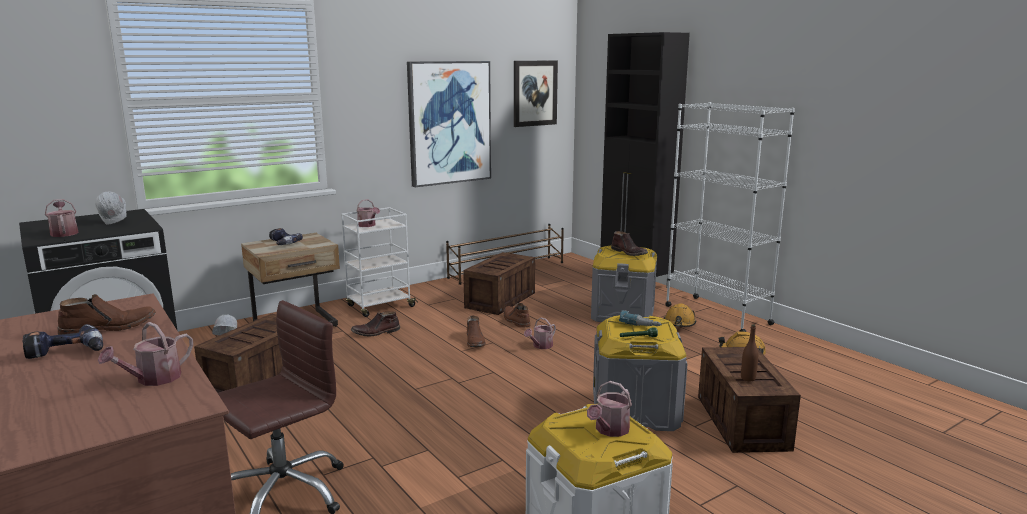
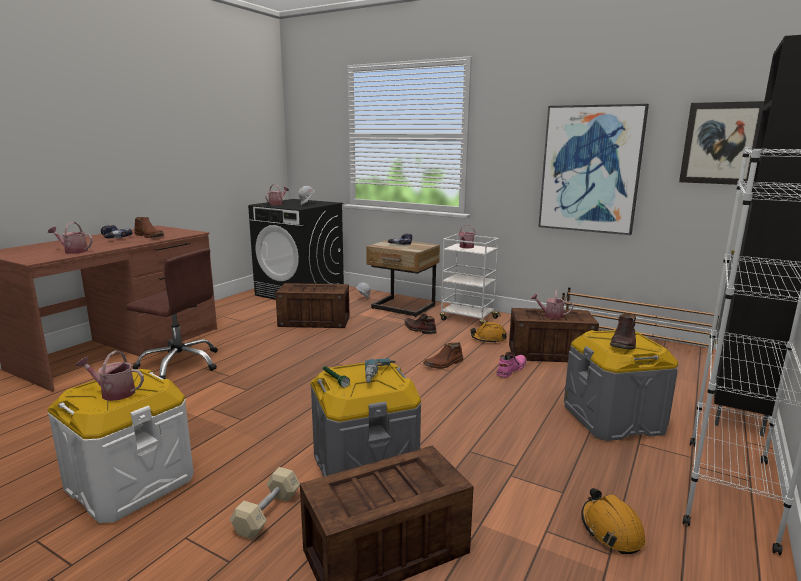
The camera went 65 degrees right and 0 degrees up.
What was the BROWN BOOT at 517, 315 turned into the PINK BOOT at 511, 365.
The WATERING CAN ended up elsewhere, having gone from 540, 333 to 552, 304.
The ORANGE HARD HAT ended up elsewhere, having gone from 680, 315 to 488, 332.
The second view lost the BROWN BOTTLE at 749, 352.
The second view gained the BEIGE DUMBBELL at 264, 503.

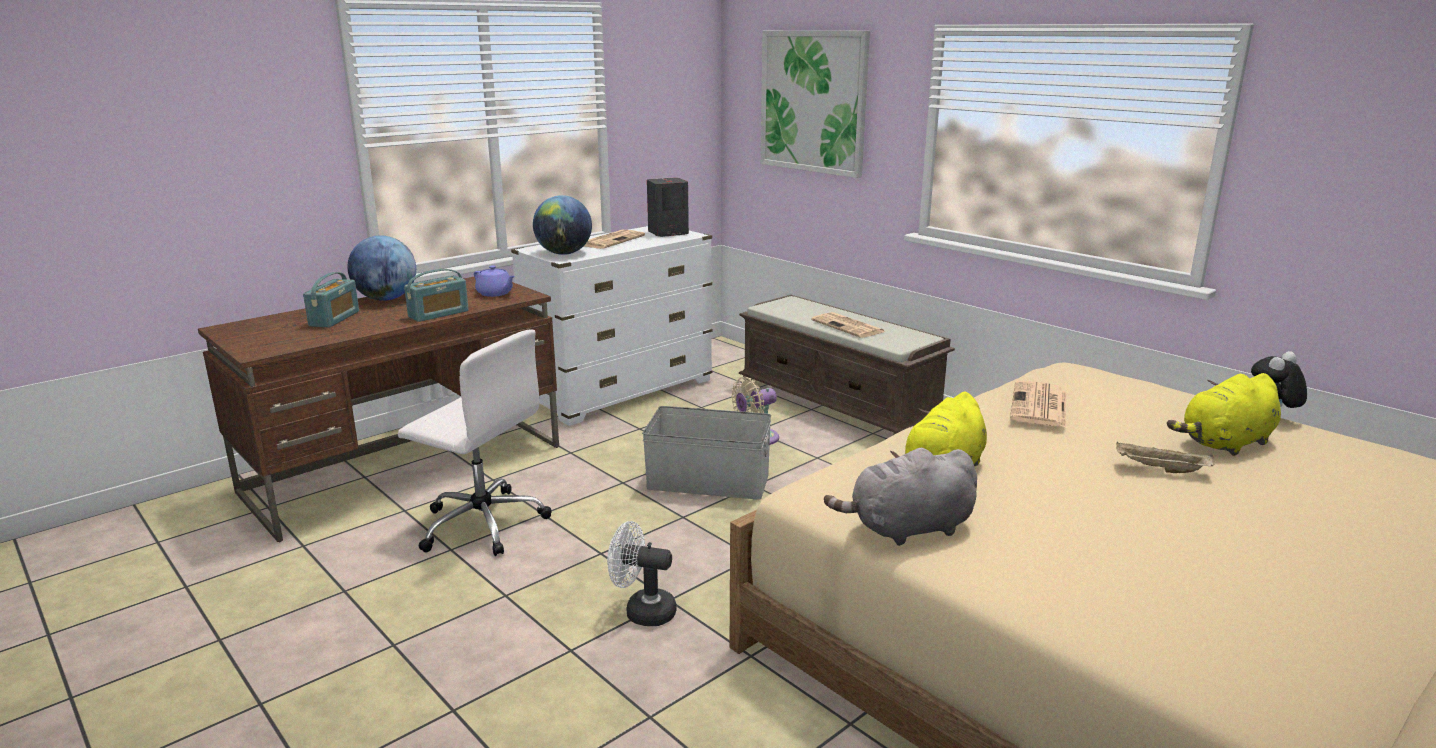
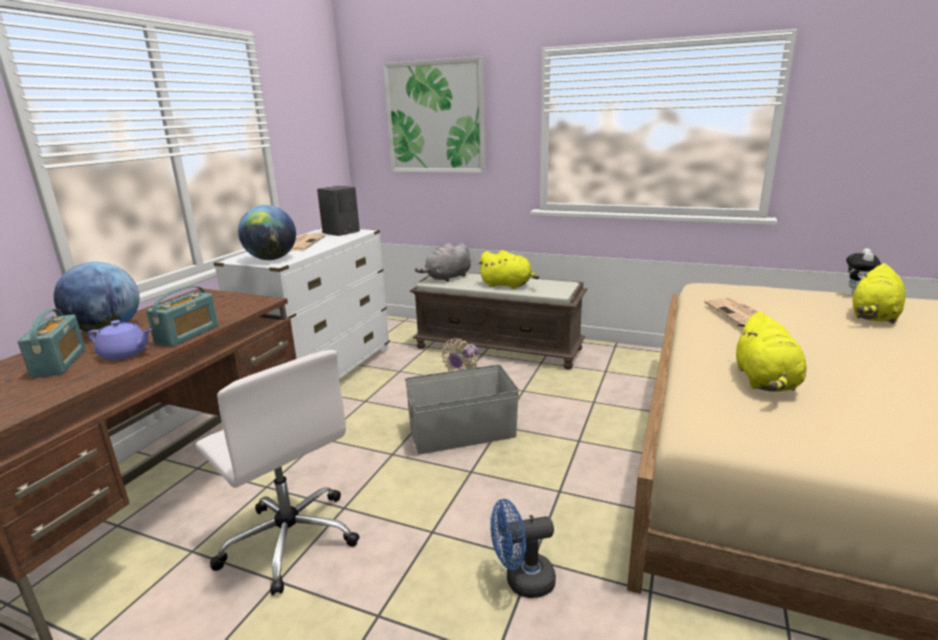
The camera went 25 degrees left and 0 degrees up.
The WHITE OFFICE CHAIR at 475, 443 ended up facing another way, 45 degrees clockwise from before.
The PURPLE TEAPOT ended up elsewhere, having gone from 494, 281 to 120, 340.
What was the WHITE FAN at 642, 573 turned into the BLUE FAN at 523, 548.
Where the NEWSPAPER stood at 848, 325, the YELLOW PLUSH TOY came to stand at 508, 269.
The GREY PLUSH TOY ended up elsewhere, having gone from 900, 496 to 443, 262.
The second view lost the BEIGE TRAY at 1165, 457.

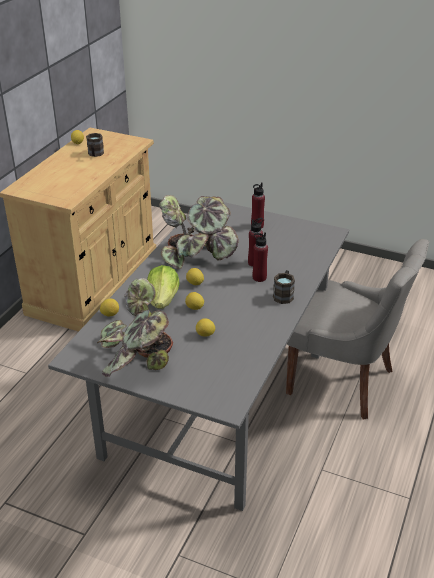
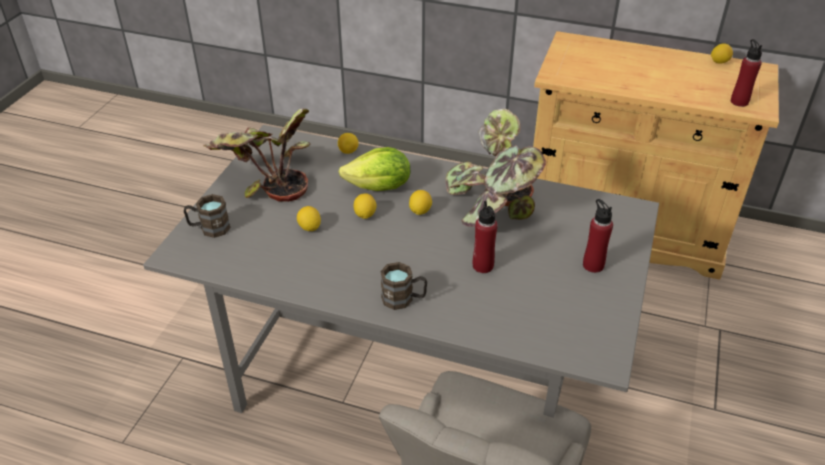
The camera went 85 degrees right and 5 degrees up.
The BROWN MUG ended up elsewhere, having gone from 95, 145 to 207, 216.
The RED BOTTLE ended up elsewhere, having gone from 260, 257 to 746, 73.

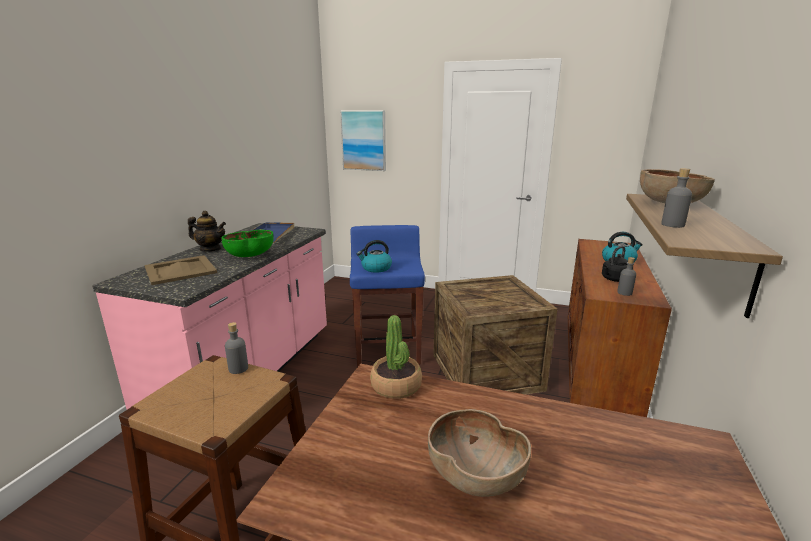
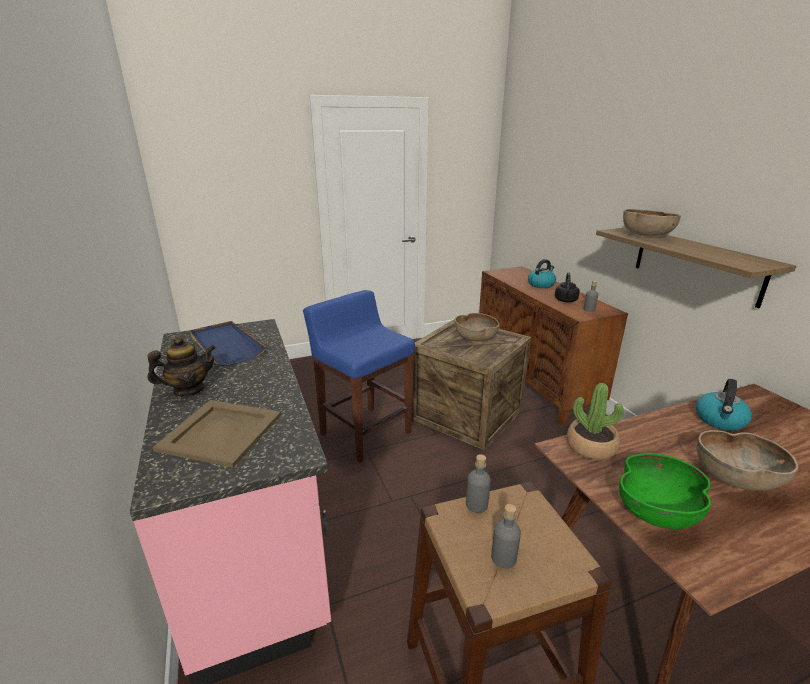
The camera went 40 degrees left and 5 degrees up.
The GREEN BOWL ended up elsewhere, having gone from 247, 243 to 665, 491.
The second view lost the PICTURE at 363, 140.
The KETTLE ended up elsewhere, having gone from 374, 256 to 724, 405.
The GREY BOTTLE ended up elsewhere, having gone from 676, 198 to 506, 536.
The second view gained the BROWN BOWL at 477, 327.

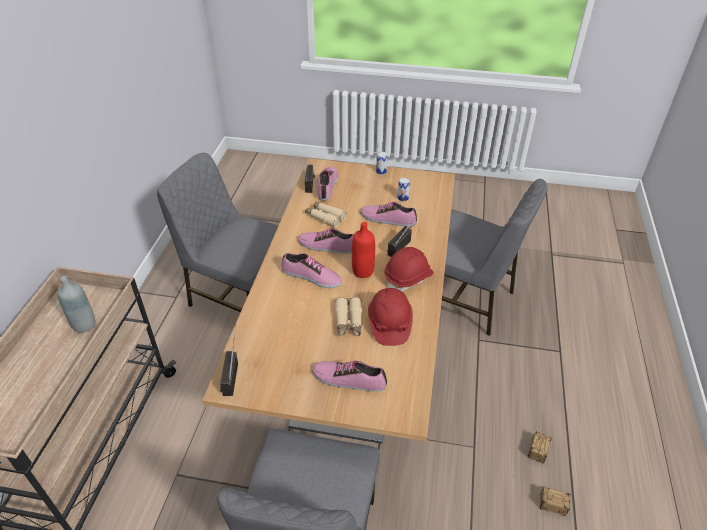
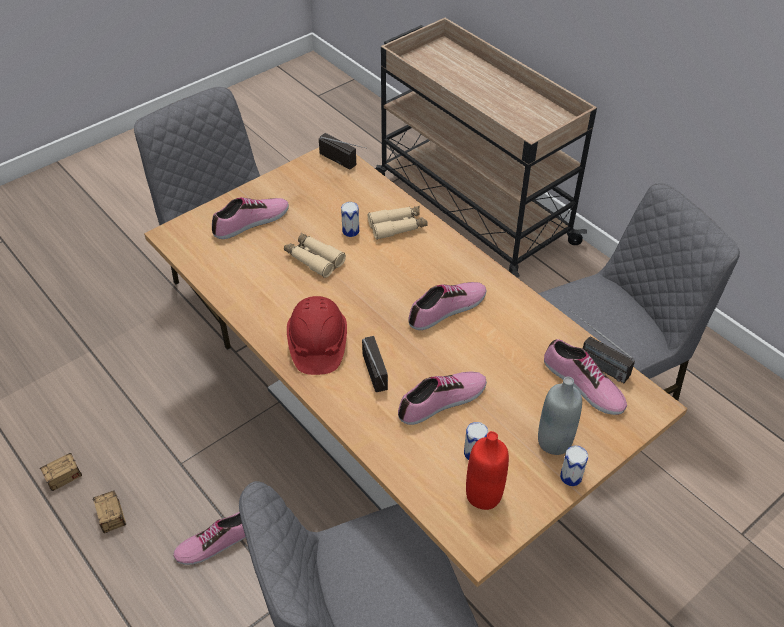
The camera went 130 degrees right and 5 degrees up.
The GREY BOTTLE ended up elsewhere, having gone from 77, 304 to 560, 416.
The SHOE ended up elsewhere, having gone from 311, 270 to 209, 538.
The BEIGE BINOCULARS ended up elsewhere, having gone from 326, 214 to 398, 223.
The RED BOTTLE ended up elsewhere, having gone from 363, 250 to 487, 470.
The second view lost the RED HARD HAT at 390, 317.
The second view gained the CAN at 350, 219.

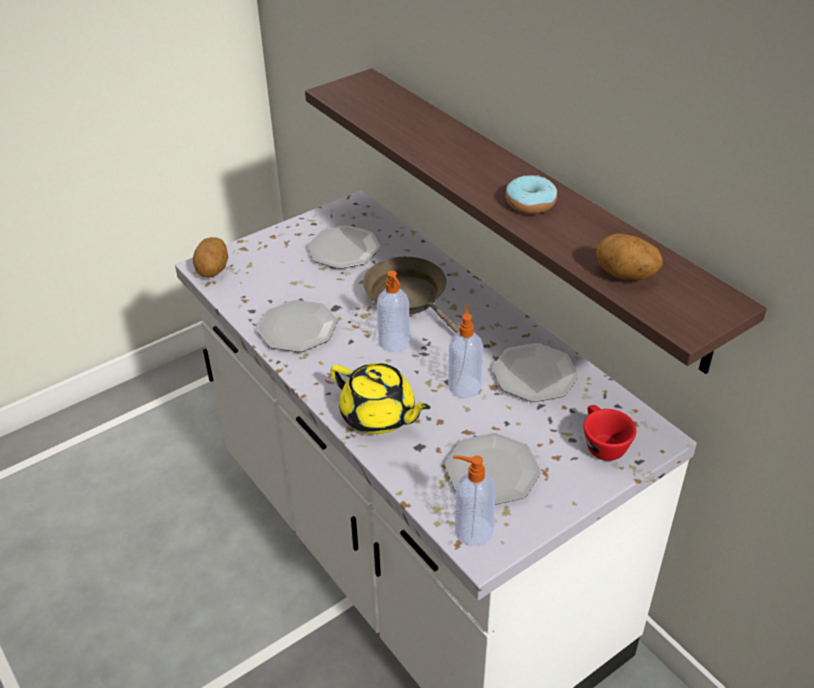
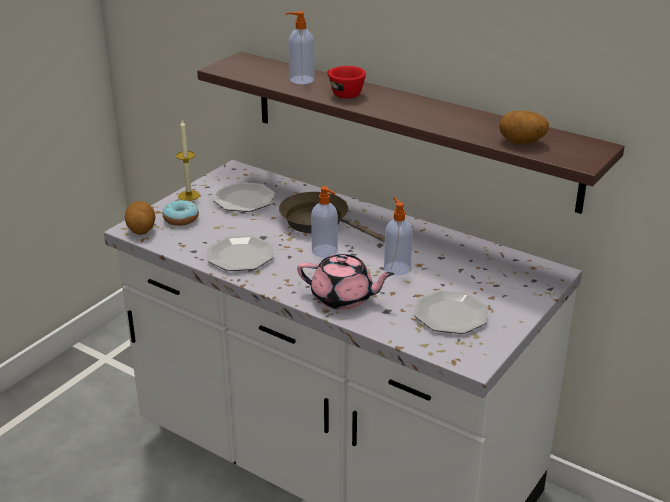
The camera went 20 degrees left and 10 degrees down.
What was the YELLOW TEAPOT at 381, 398 turned into the PINK TEAPOT at 345, 282.
The SOAP DISPENSER ended up elsewhere, having gone from 474, 500 to 299, 47.
The second view lost the PLATE at 535, 372.
The DONUT ended up elsewhere, having gone from 531, 194 to 180, 213.
The RED CUP ended up elsewhere, having gone from 610, 433 to 346, 82.
The second view gained the CANDLE at 188, 160.

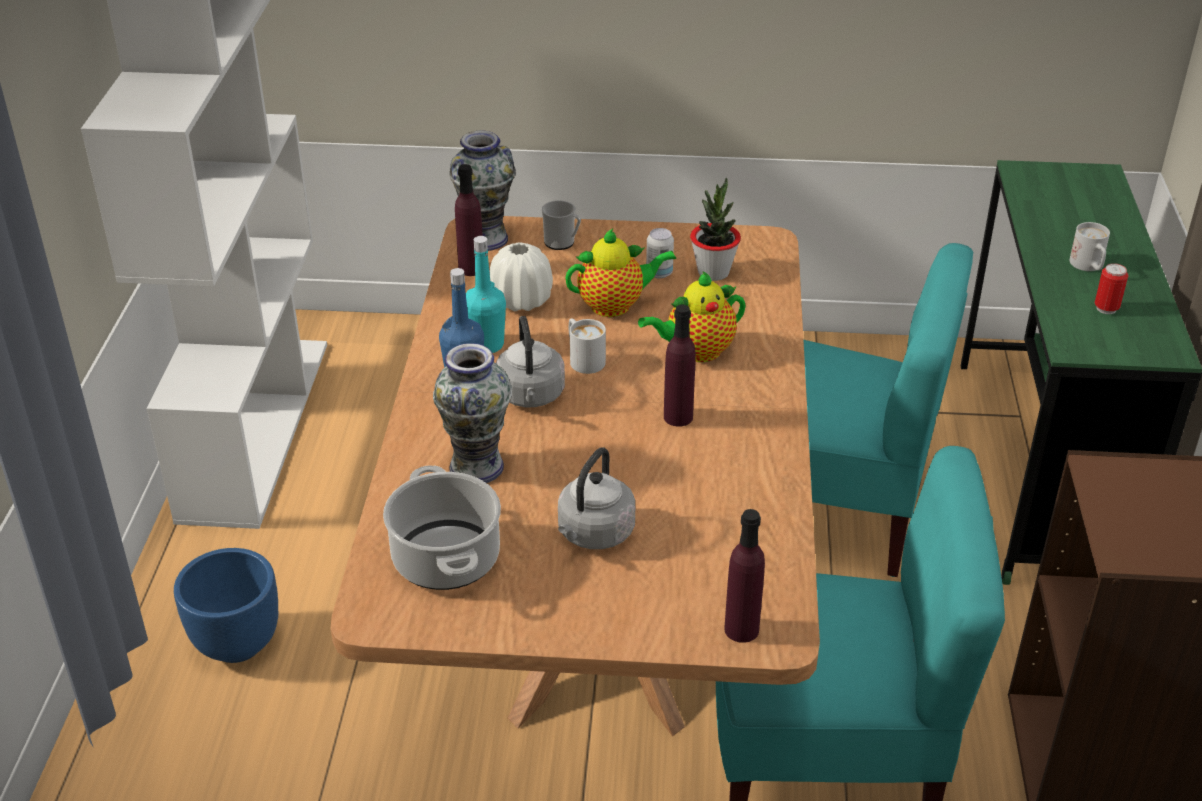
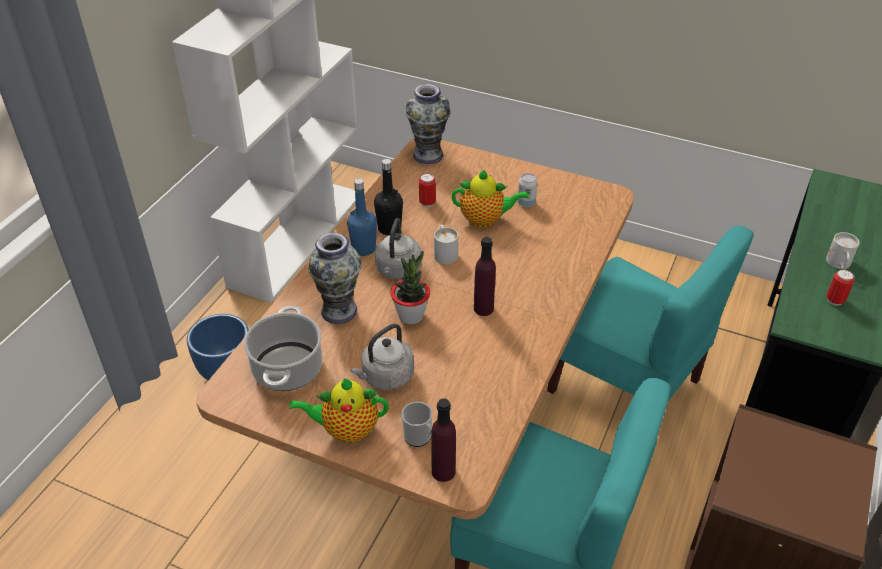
The camera went 20 degrees right and 5 degrees up.
The second view lost the PURPLE BOTTLE at 469, 220.
What was the TURQUOISE BOTTLE at 486, 294 turned into the BLACK BOTTLE at 388, 197.
Where the WHITE VASE stood at 521, 276, the CAN came to stand at 427, 190.
The MUG ended up elsewhere, having gone from 561, 225 to 417, 424.
The TEAPOT ended up elsewhere, having gone from 692, 317 to 339, 410.
The POTTED PLANT ended up elsewhere, having gone from 715, 229 to 410, 287.

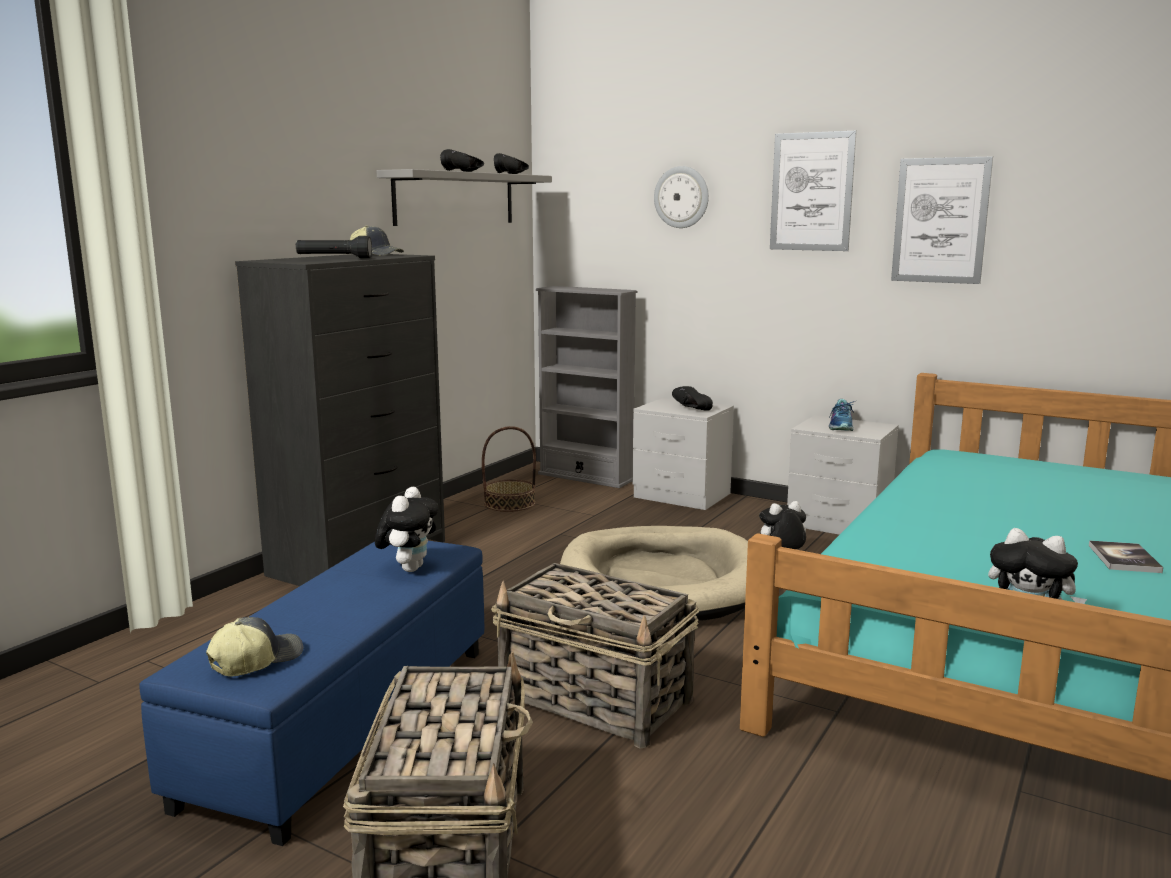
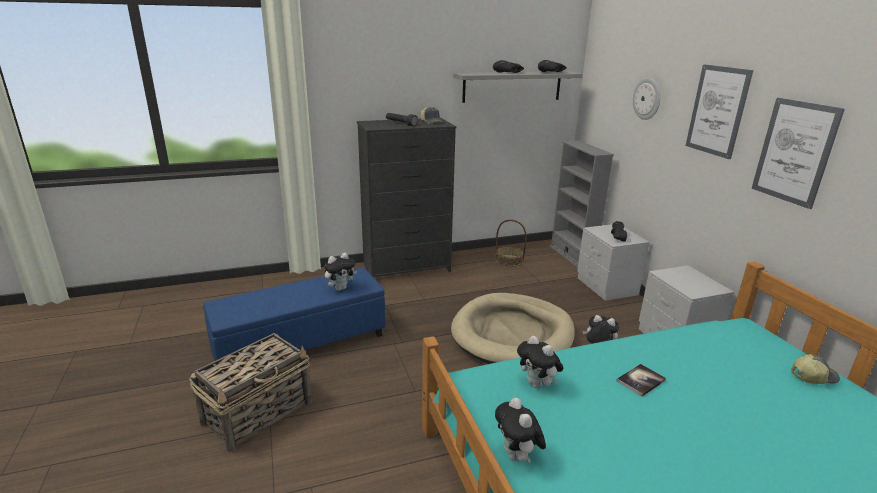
The camera went 40 degrees right and 10 degrees up.
The CAP ended up elsewhere, having gone from 254, 647 to 815, 369.
The second view lost the BASKET at 595, 656.
The second view lost the SHOE at 842, 415.
The BOOK ended up elsewhere, having gone from 1126, 556 to 641, 380.
The second view gained the PLUSH TOY at 540, 362.

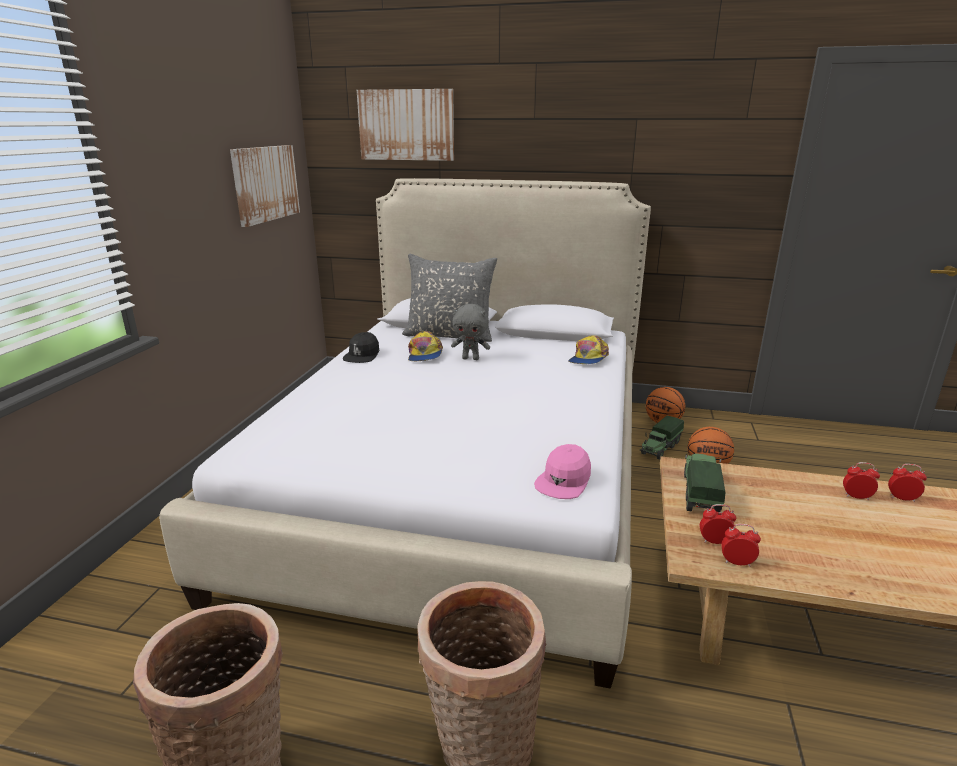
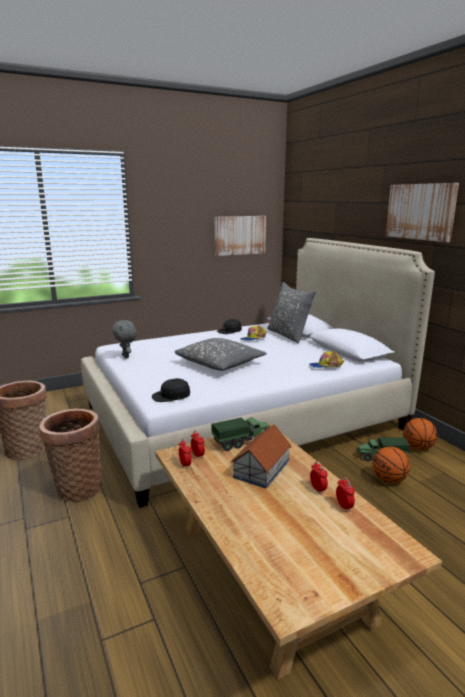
The camera went 50 degrees right and 5 degrees down.
The PICTURE ended up elsewhere, having gone from 405, 125 to 422, 212.
The GREY PLUSH TOY ended up elsewhere, having gone from 470, 332 to 124, 339.
What was the PINK CAP at 562, 471 turned into the BLACK CAP at 171, 390.
The second view gained the GREY PILLOW at 221, 354.
The second view gained the TOY HOUSE at 261, 456.

